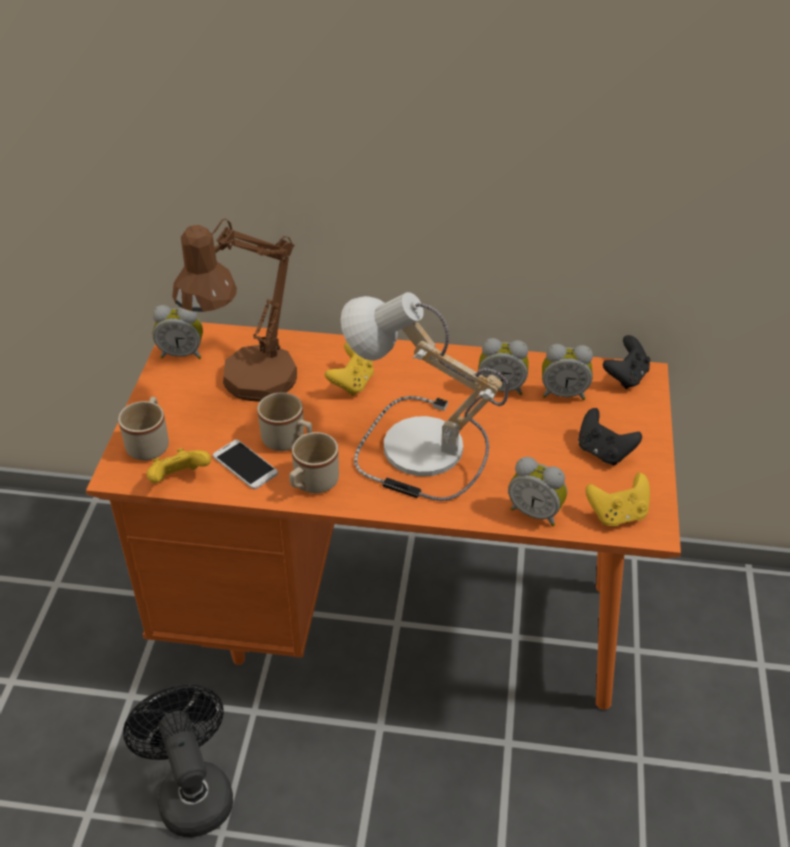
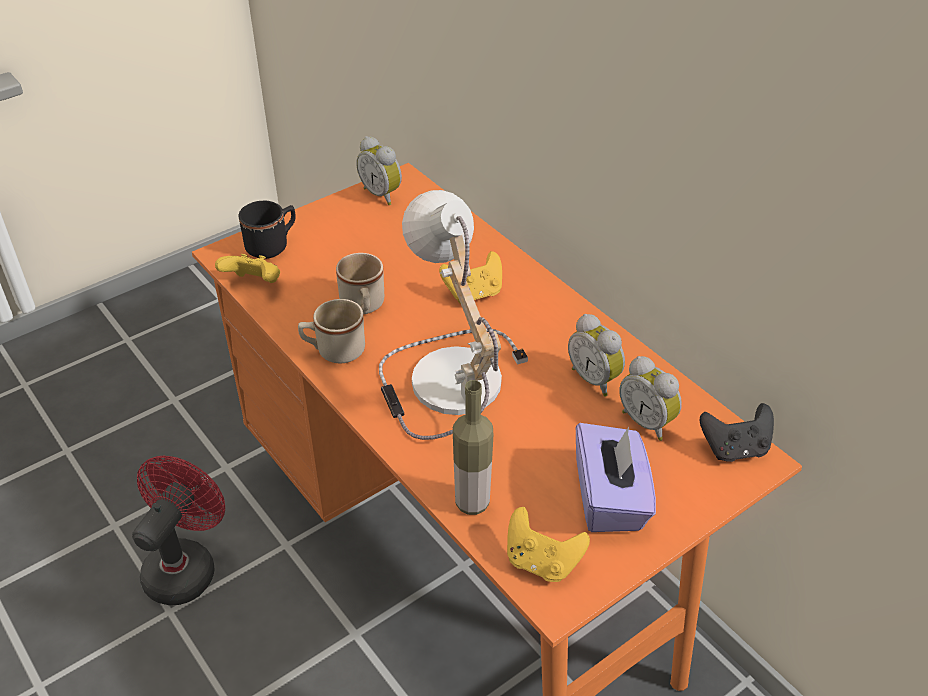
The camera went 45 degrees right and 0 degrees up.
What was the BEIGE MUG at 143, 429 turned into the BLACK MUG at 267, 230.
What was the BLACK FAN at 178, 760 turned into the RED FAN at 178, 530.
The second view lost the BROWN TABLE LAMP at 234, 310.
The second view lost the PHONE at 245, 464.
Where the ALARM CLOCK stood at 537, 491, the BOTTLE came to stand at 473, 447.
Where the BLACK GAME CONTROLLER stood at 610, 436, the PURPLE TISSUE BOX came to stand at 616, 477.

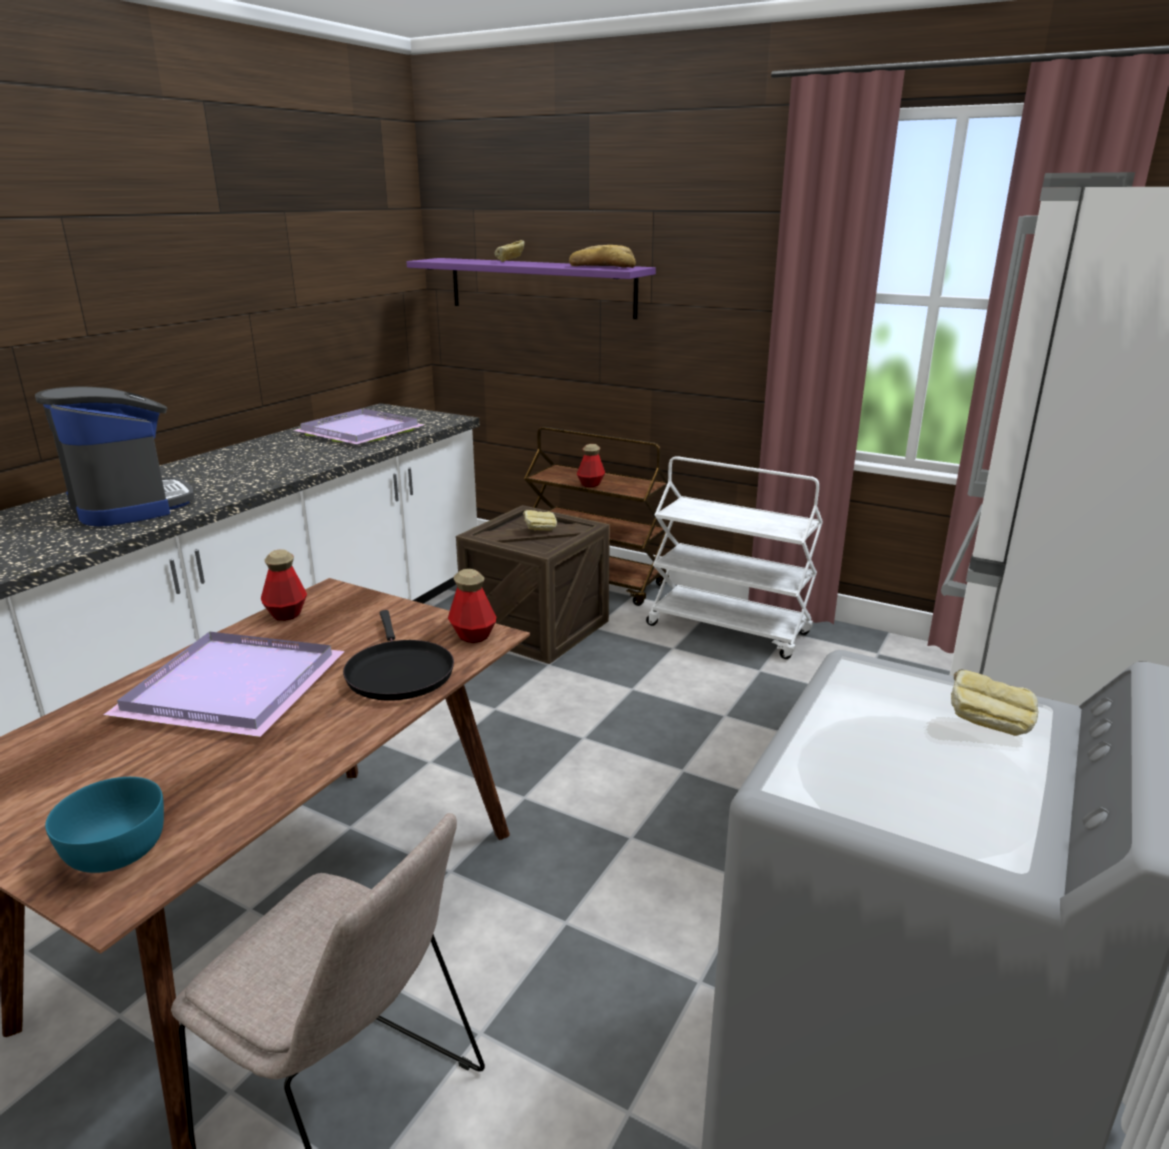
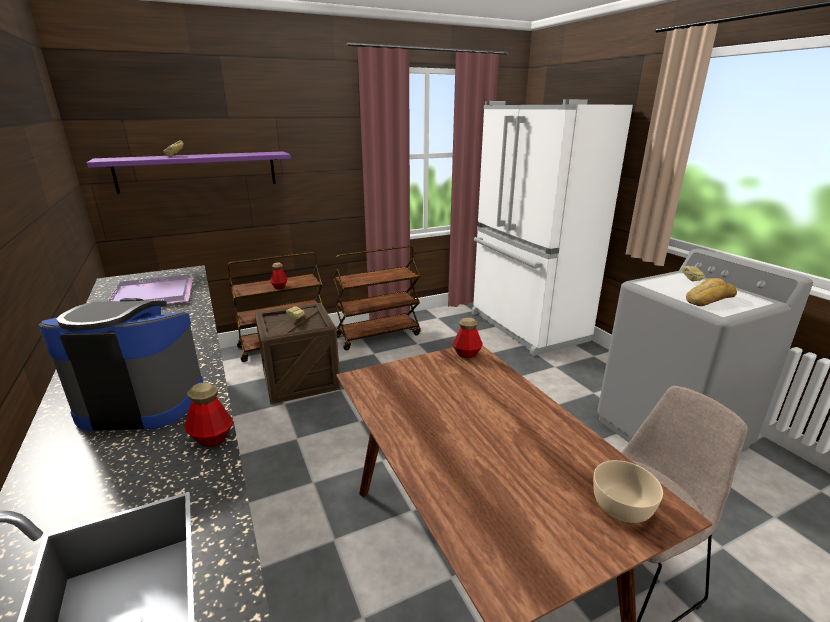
The camera went 55 degrees left and 0 degrees up.
What was the TURQUOISE BOWL at 104, 825 turned into the BEIGE BOWL at 628, 491.
The second view lost the PURPLE TRAY at 224, 684.
The BOTTLE ended up elsewhere, having gone from 284, 585 to 208, 414.
The second view lost the BLACK FRYING PAN at 398, 655.
The BREAD ended up elsewhere, having gone from 602, 256 to 711, 292.
What was the WHITE CART at 734, 557 turned into the BROWN CART at 377, 297.

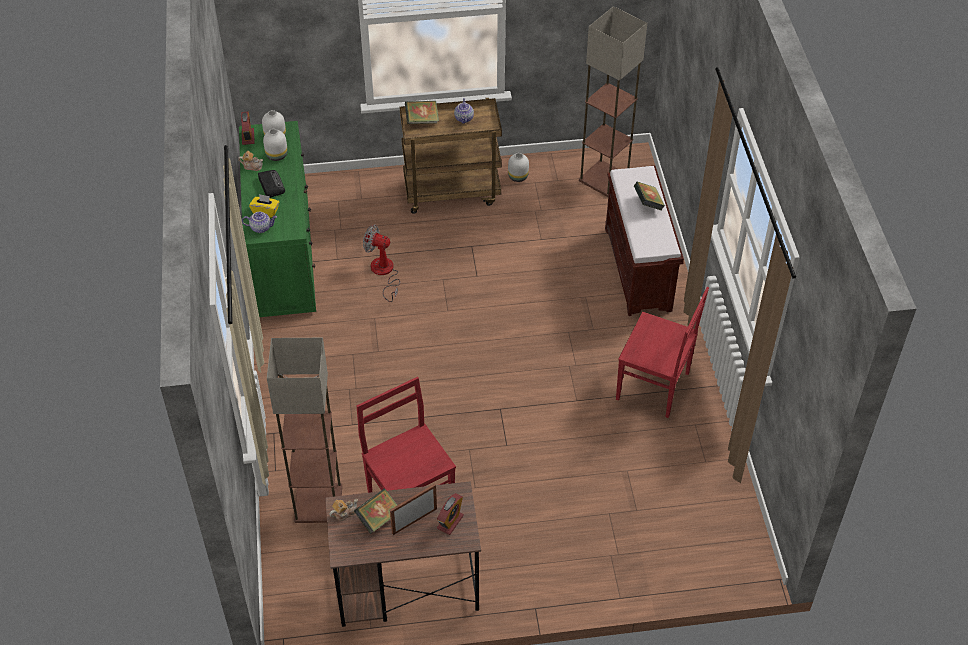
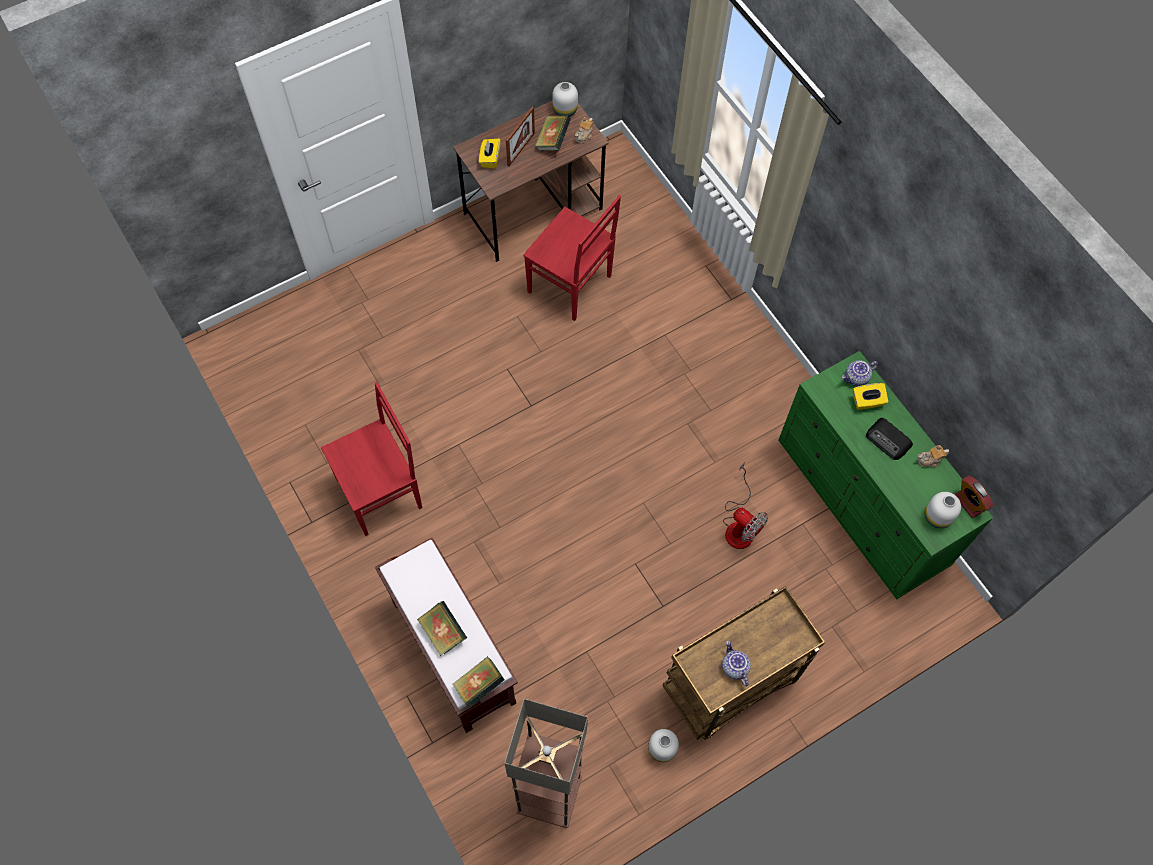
The camera went 155 degrees right and 15 degrees up.
The WHITE VASE ended up elsewhere, having gone from 275, 145 to 565, 99.
The second view lost the FLOOR LAMP at 304, 430.
The FAN at 381, 263 ended up facing another way, 45 degrees clockwise from before.
The BOOK ended up elsewhere, having gone from 422, 112 to 478, 682.
Where the ALARM CLOCK stood at 450, 514, the YELLOW TISSUE BOX came to stand at 490, 154.
The RED CHAIR at 662, 352 ended up facing another way, 150 degrees clockwise from before.

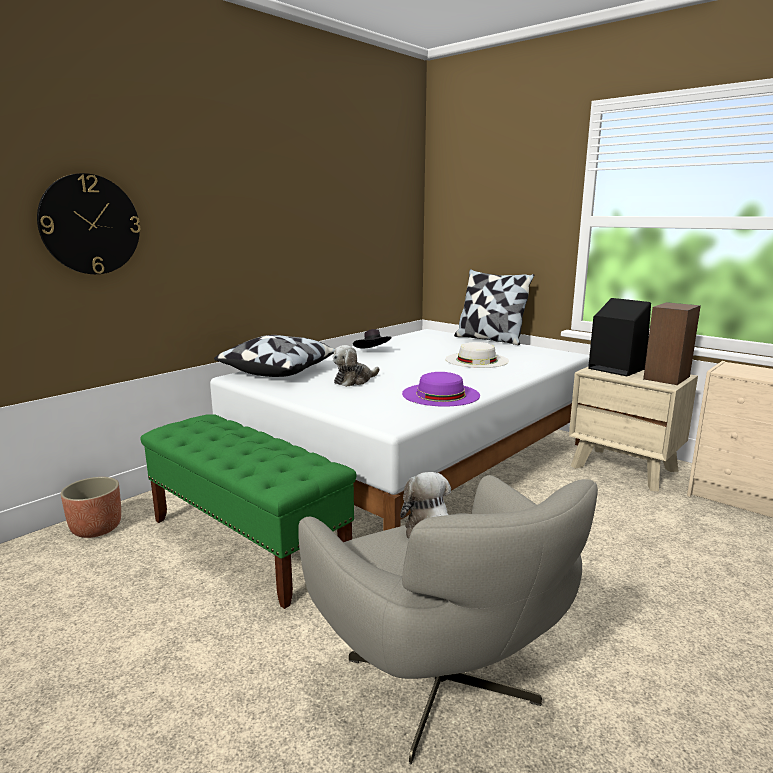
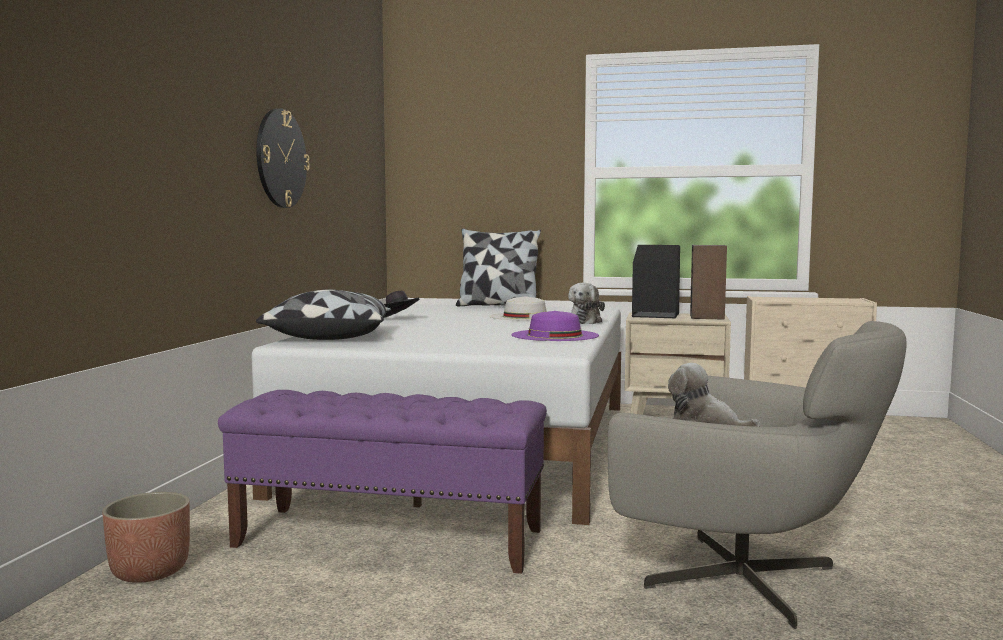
The camera went 30 degrees left and 10 degrees down.
The WALL CLOCK ended up elsewhere, having gone from 89, 223 to 283, 158.
What was the GREEN BENCH at 248, 511 turned into the PURPLE BENCH at 382, 482.
The PLUSH TOY ended up elsewhere, having gone from 356, 366 to 586, 303.

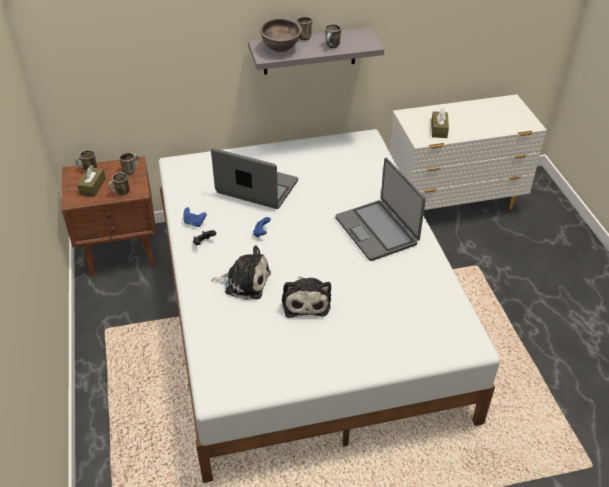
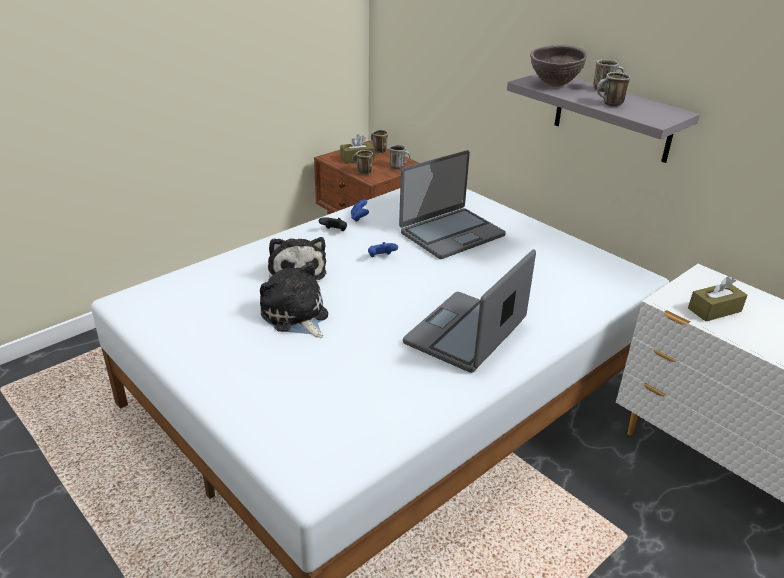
The camera went 60 degrees right and 10 degrees down.
The LAPTOP at 254, 178 ended up facing another way, 60 degrees clockwise from before.
The PLUSH TOY at 306, 297 ended up facing another way, 90 degrees clockwise from before.

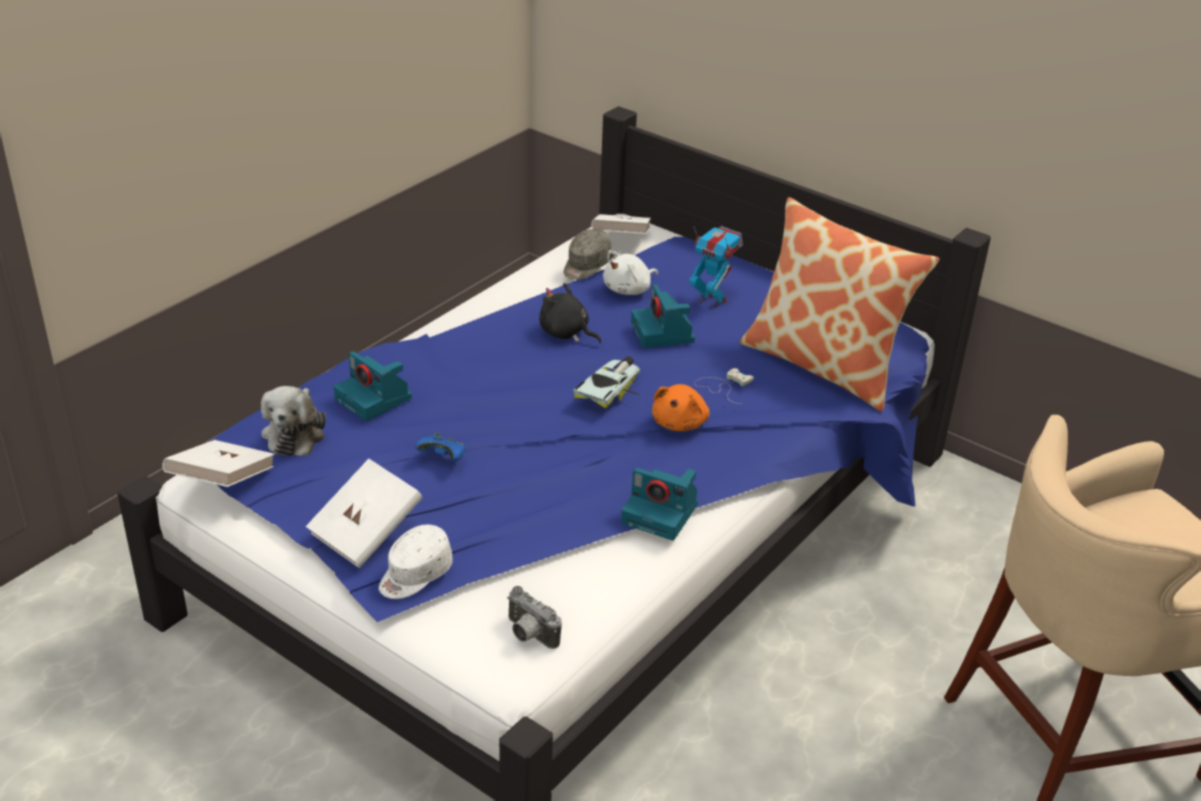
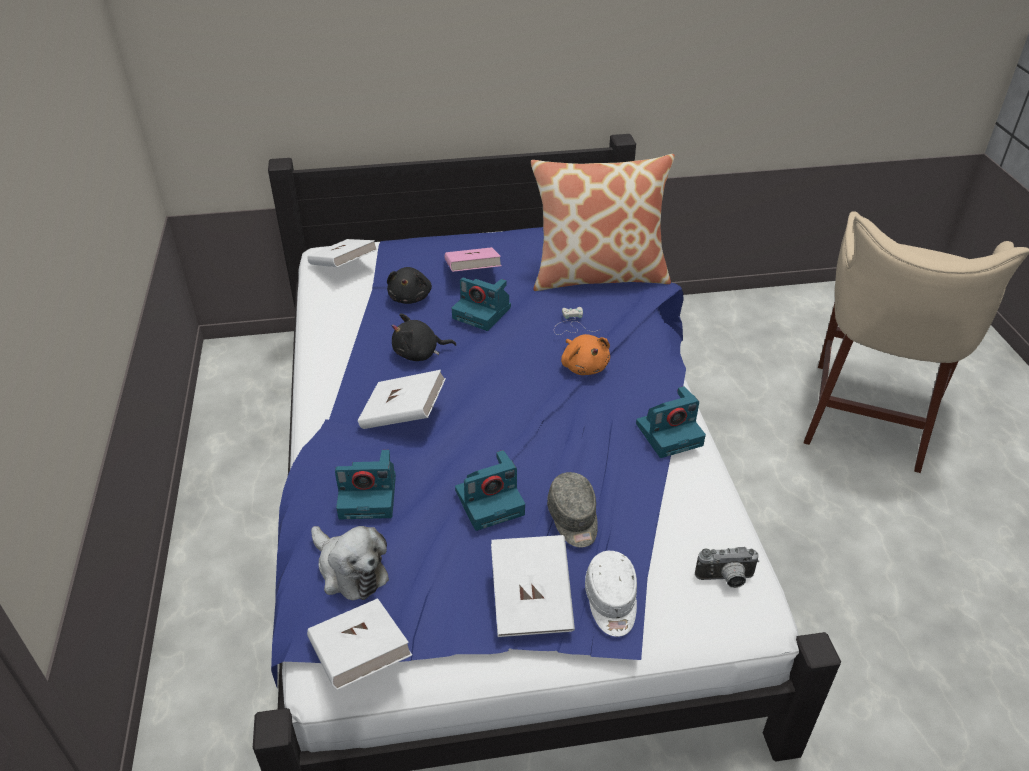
The camera went 45 degrees left and 5 degrees up.
Where the BLUE GAME CONTROLLER stood at 440, 447, the PHOTO CAMERA came to stand at 490, 490.
The GREY CAP ended up elsewhere, having gone from 588, 254 to 572, 510.
The second view lost the TOY CAR at 606, 382.
What was the WHITE PLUSH TOY at 630, 272 turned into the BLACK PLUSH TOY at 409, 285.
Where the TOY ROBOT stood at 716, 267, the PINK BOOK came to stand at 473, 259.
The second view gained the WHITE BOOK at 402, 399.

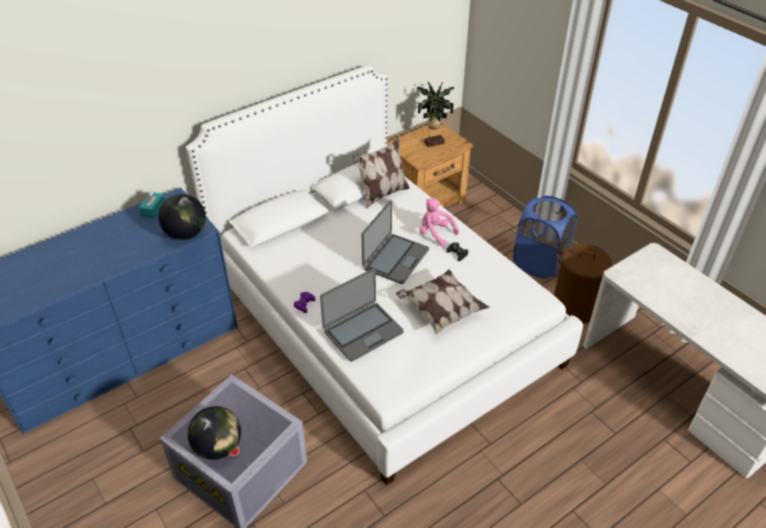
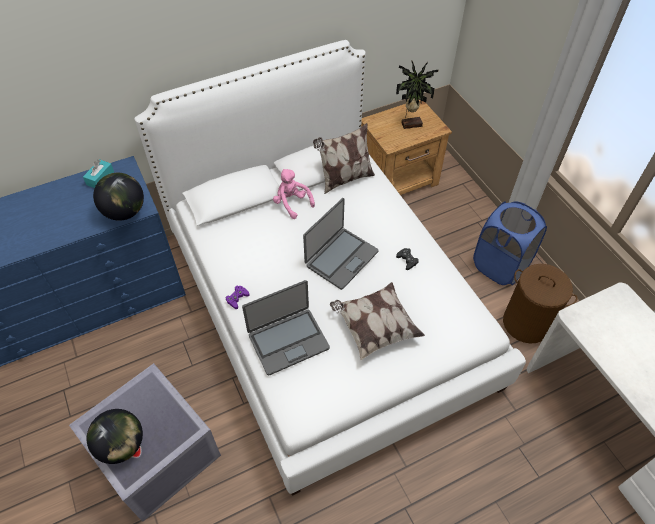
The camera went 10 degrees right and 10 degrees up.
The PINK PLUSH TOY ended up elsewhere, having gone from 439, 222 to 294, 194.

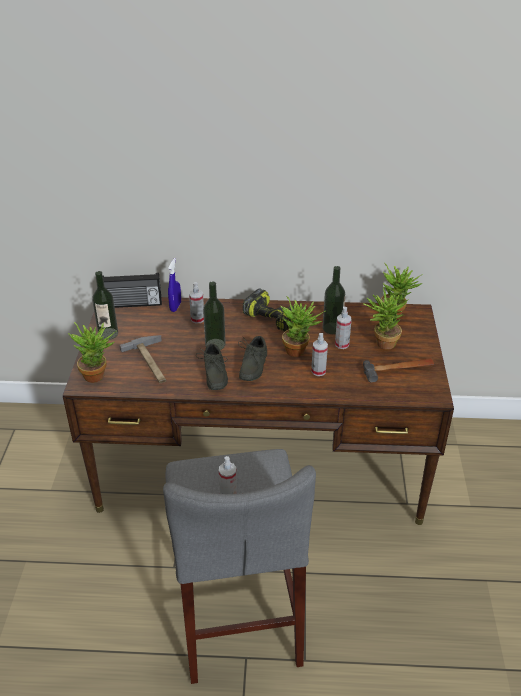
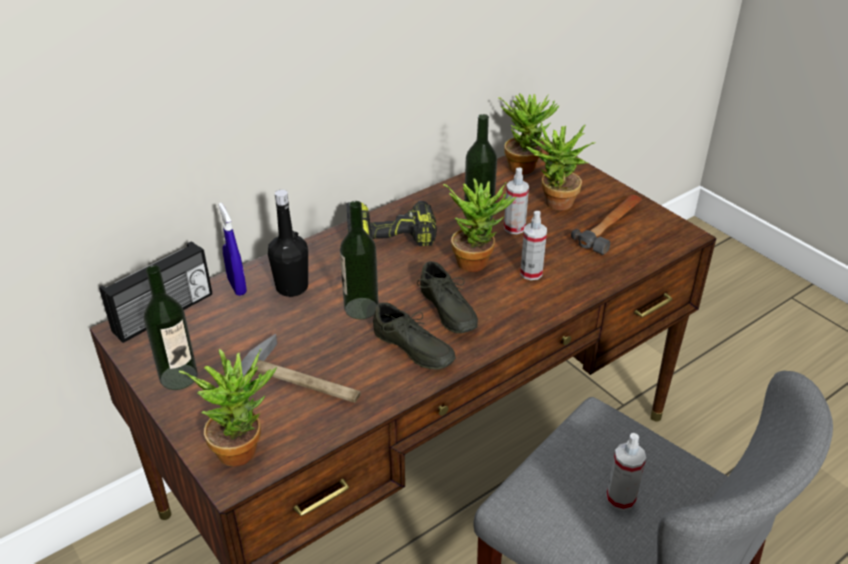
The camera went 40 degrees left and 0 degrees up.
Where the SPRAY BOTTLE stood at 196, 303, the BLACK BOTTLE came to stand at 288, 243.

